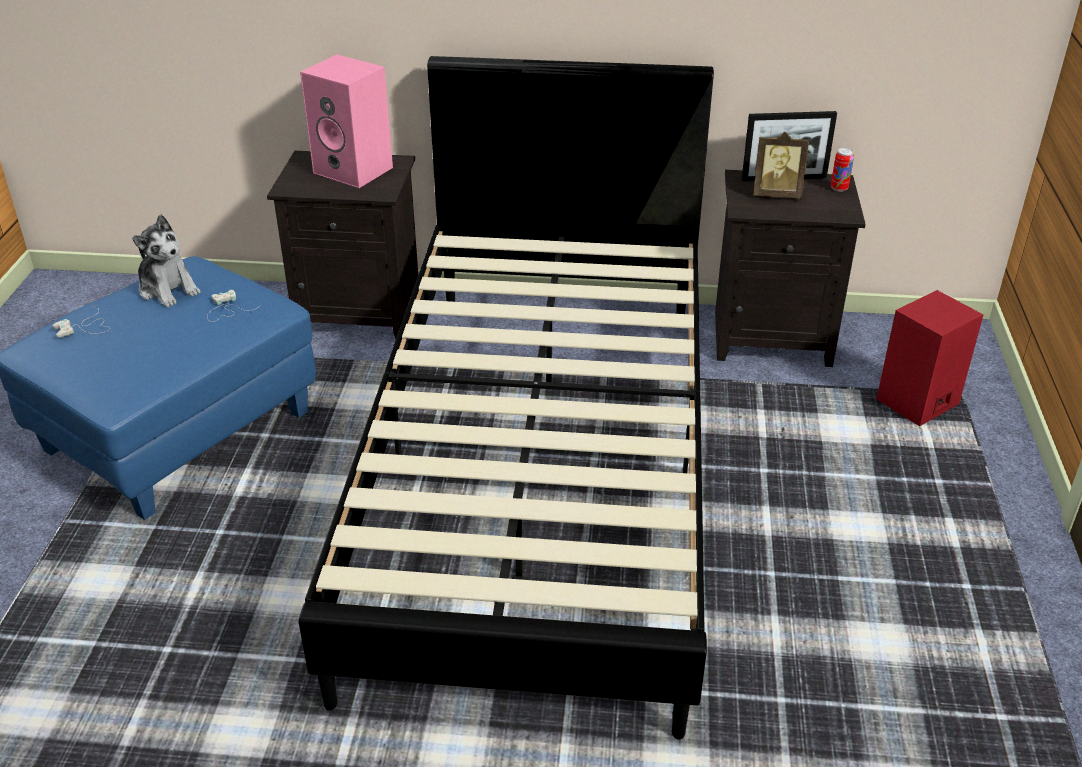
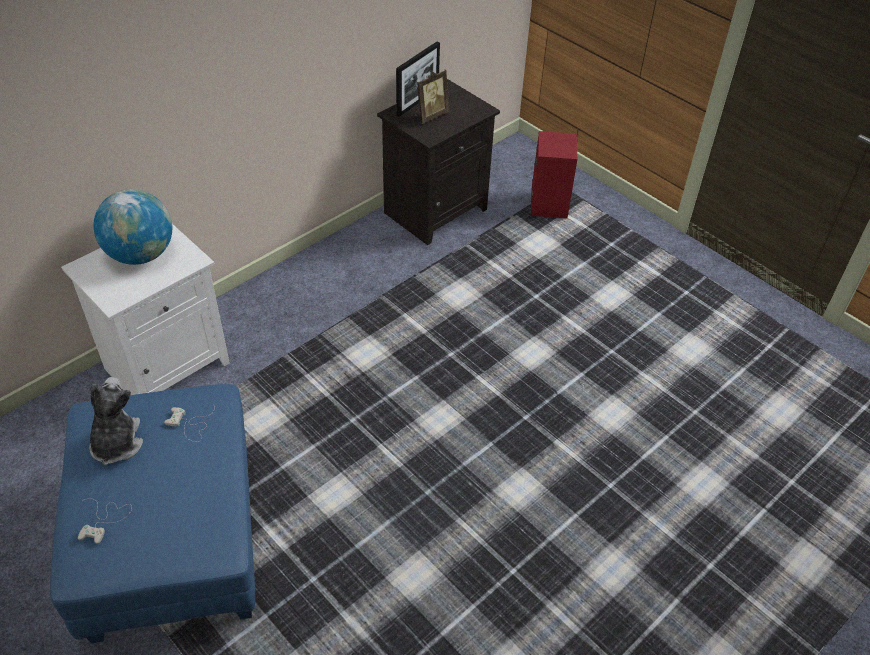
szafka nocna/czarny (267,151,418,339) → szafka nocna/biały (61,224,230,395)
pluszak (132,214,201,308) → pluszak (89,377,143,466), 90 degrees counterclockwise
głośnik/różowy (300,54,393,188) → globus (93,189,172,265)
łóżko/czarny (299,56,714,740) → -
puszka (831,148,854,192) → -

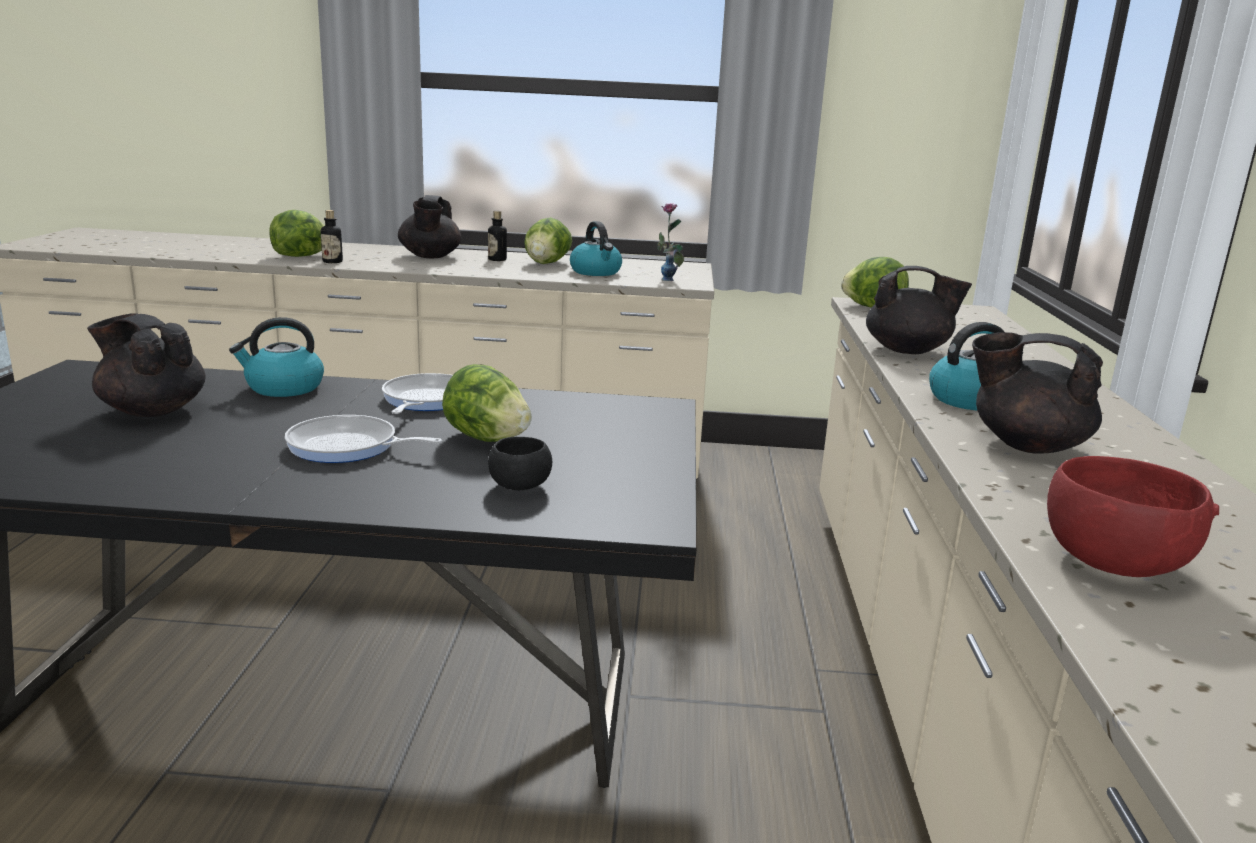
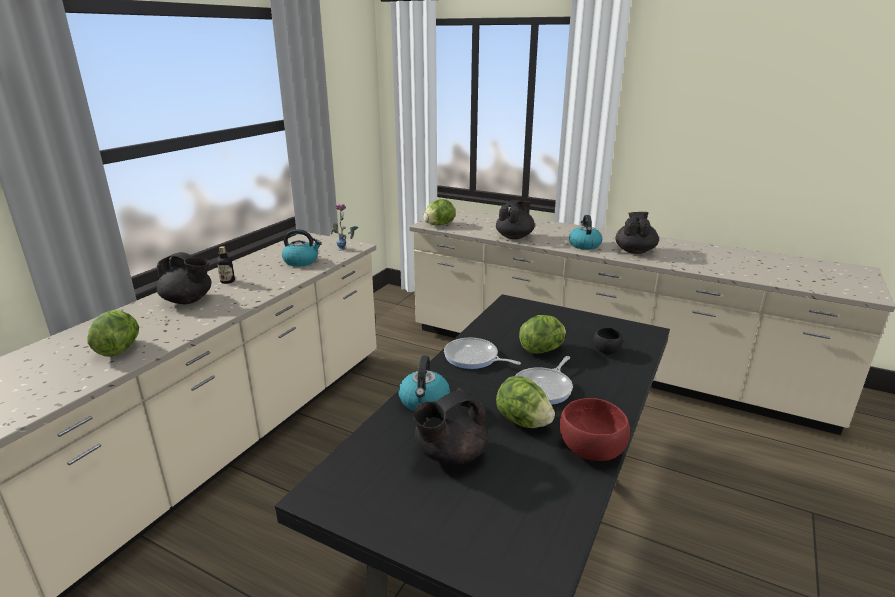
sałata (524,217,572,264) → sałata (496,376,555,428), move
miska/czerwony (1047,456,1219,577) → miska/czerwony (560,398,630,461), move
imbryk/czarny (972,332,1103,454) → imbryk/czarny (615,212,659,254), 150 degrees clockwise
butelka (321,210,343,263) → -

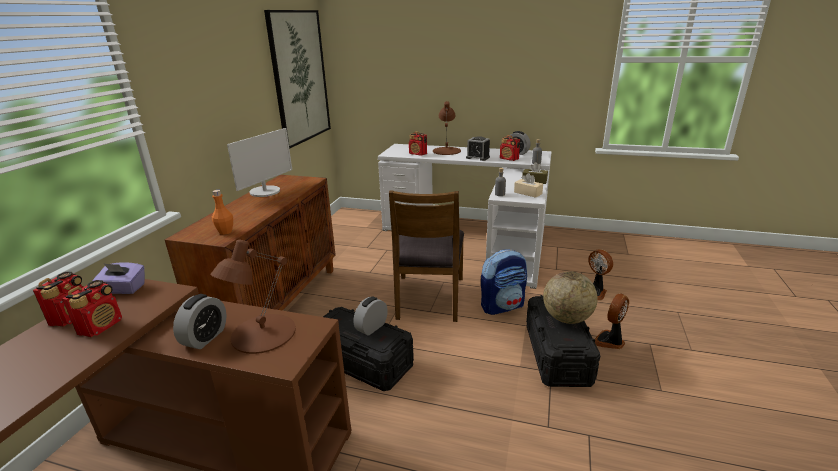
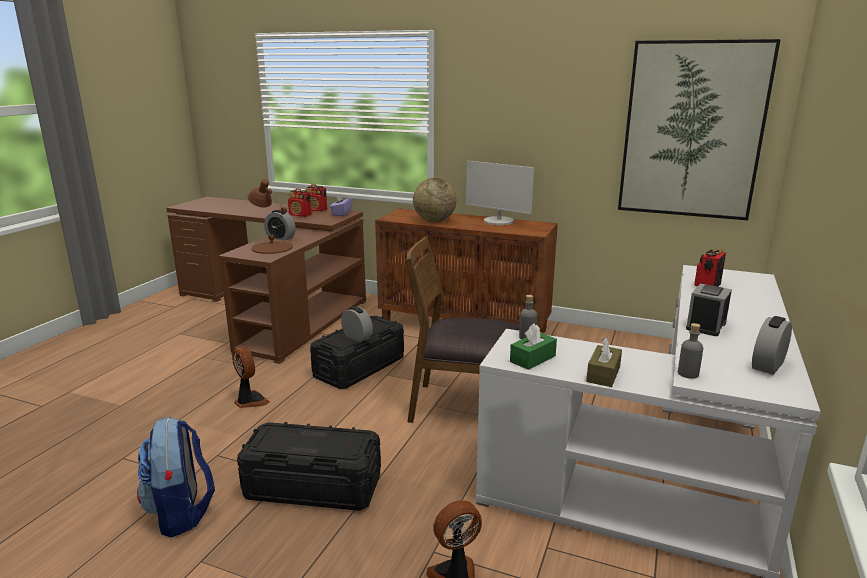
plecak (481,249,527,315) → plecak (137,417,215,538), move
wentylator (595,293,629,349) → wentylator (232,346,270,408), move
globus (543,271,598,324) → globus (413,178,457,222), move
pudełko chusteczek/beżowy (514,173,543,198) → pudełko chusteczek/zielony (510,323,557,370)
butelka/pomarańczowy (212,190,233,235) → -
lampa stołowa/brązowy (433,101,461,155) → -
radio (500,135,520,161) → -

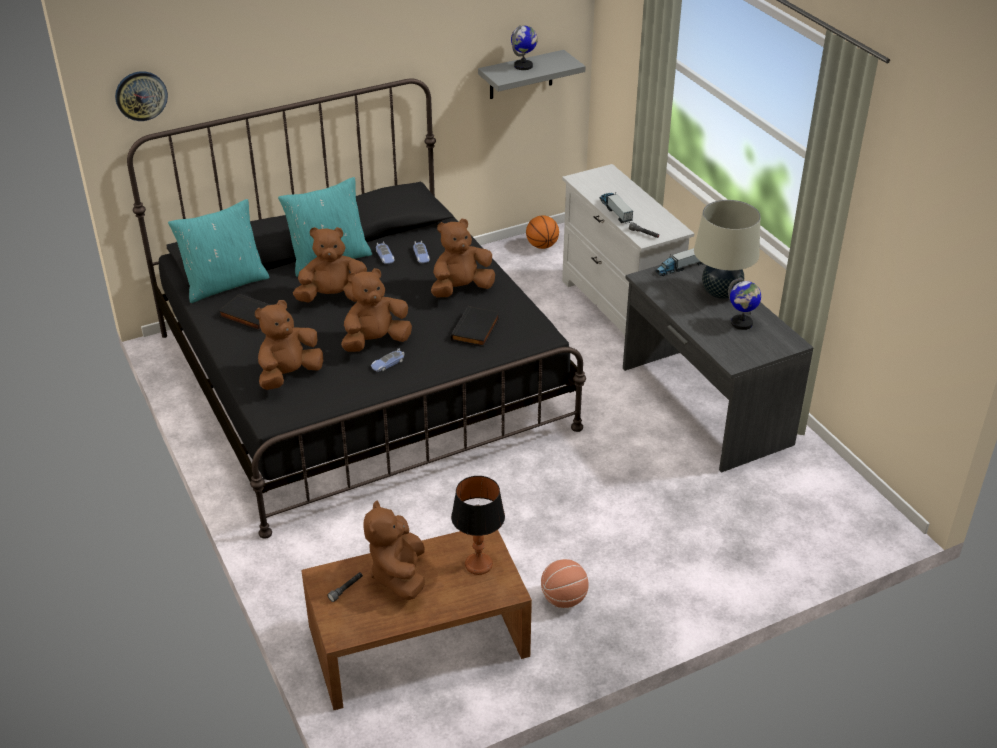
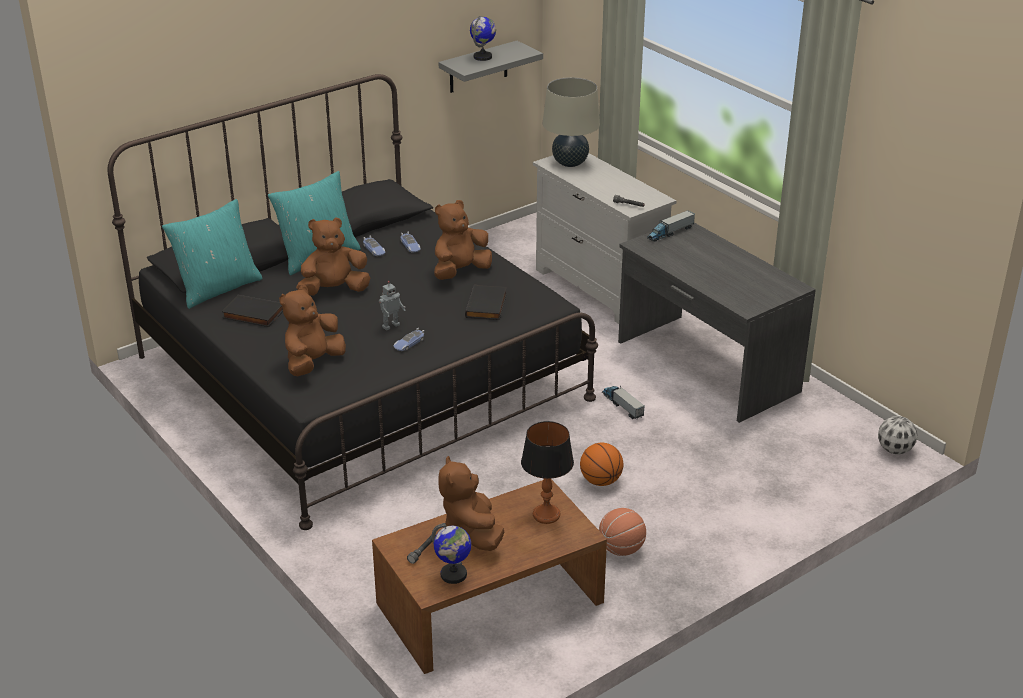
pluszak/brązowy (341,268,412,352) → robot zabawkowy (379,281,406,331)
globus (728,277,761,330) → globus (432,523,471,584), move
lampa stołowa/beżowy (694,200,761,299) → lampa stołowa/beżowy (543,77,600,167), move
piłka do koszykówki (526,215,559,249) → piłka do koszykówki (580,443,623,486), move
ciężarówka zabawkowa (600,192,633,223) → ciężarówka zabawkowa (602,386,644,419), move
- → piłka futbolowa (878,416,917,454)
zegar ścienny (115,71,168,121) → -

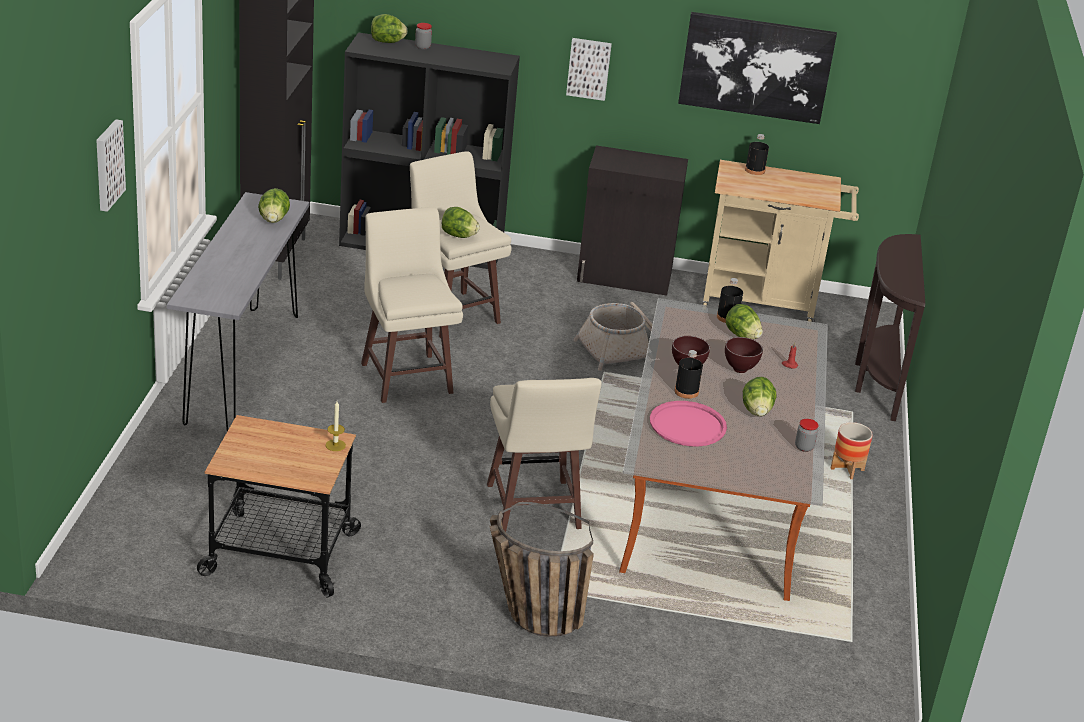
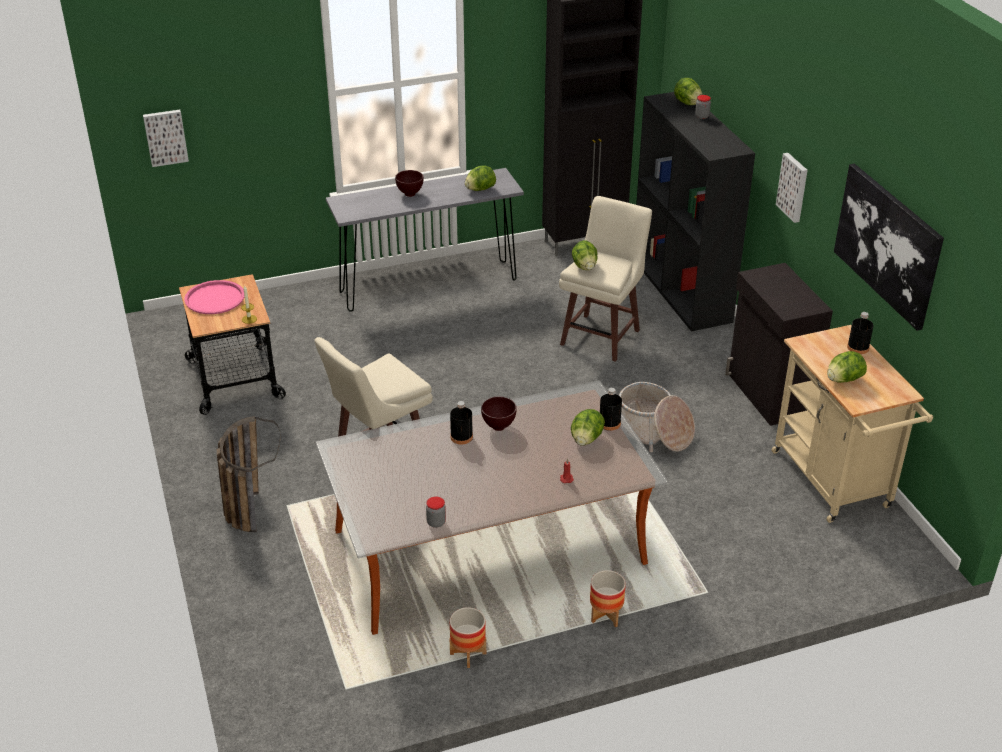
obraz (96,119,126,212) → obraz (143,110,189,167), move
taca/różowy (650,401,727,446) → taca/różowy (184,280,245,314), move
miska/brązowy (725,337,763,373) → miska/brązowy (395,170,423,197), move
- → donica (449,607,486,668)
sałata (743,377,777,417) → sałata (827,351,867,383), move
stołek/beżowy (361,207,463,403) → -
stolik konsolowy/brązowy (855,234,925,421) → -

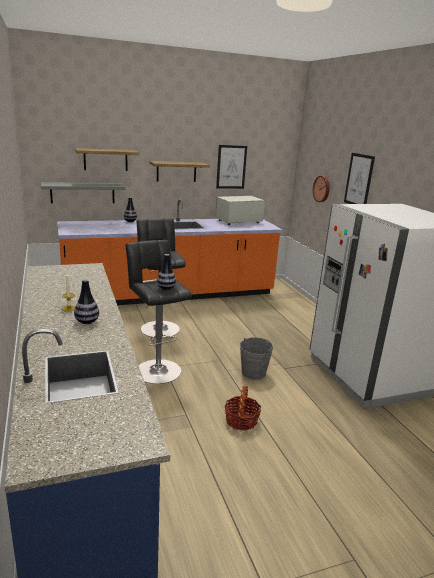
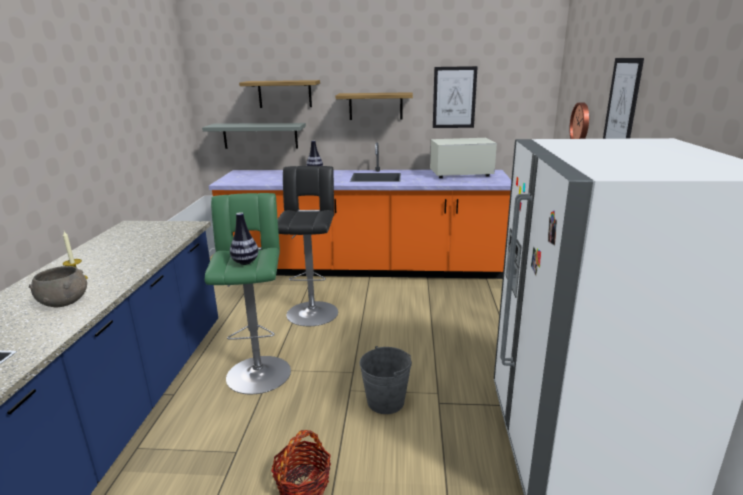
wazon (74,279,99,324) → miska/szary (29,266,87,307)
stołek/czarny (125,240,192,384) → stołek/zielony (205,193,291,394)

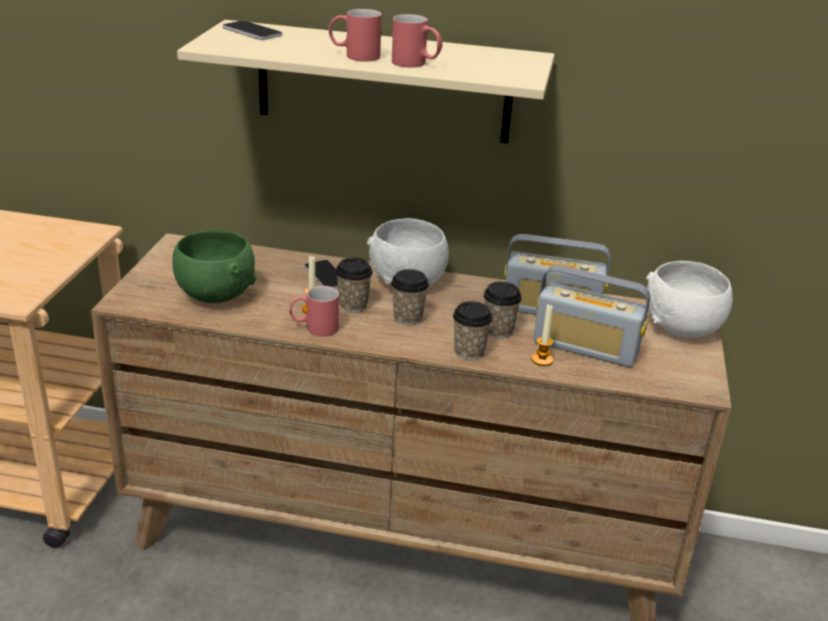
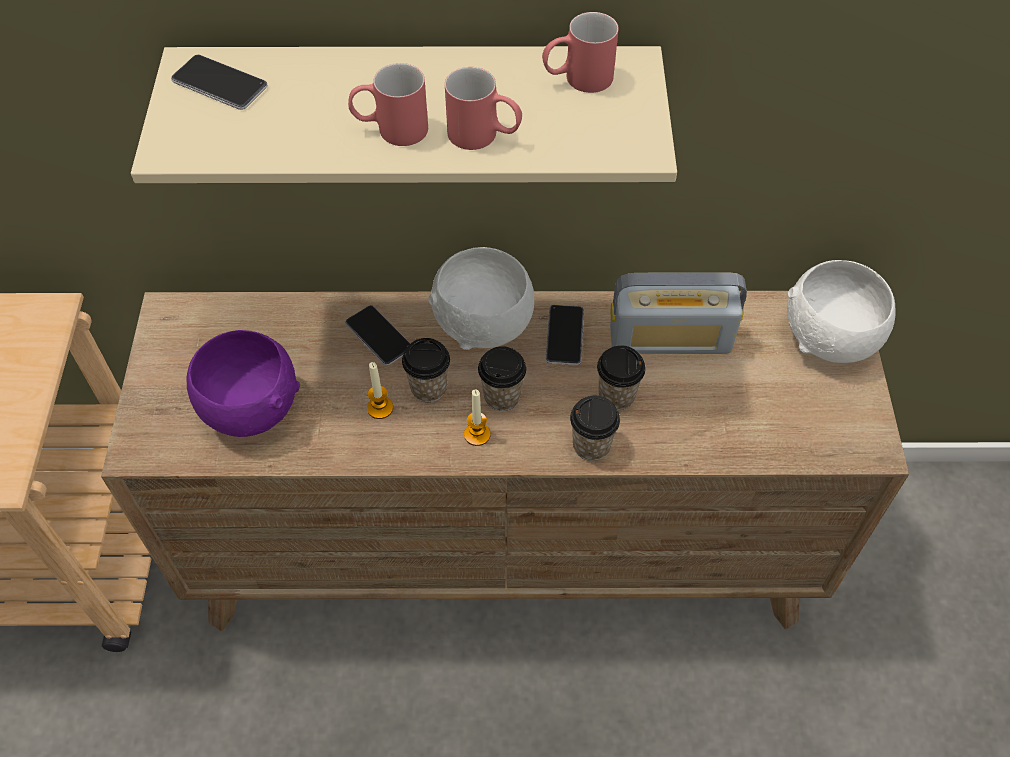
miska/zielony (172,230,256,303) → miska/fioletowy (186,330,300,437)
świeca (531,305,553,366) → świeca (464,390,490,446), move
kubek/czerwony (289,286,339,337) → kubek/czerwony (542,12,619,93), move
- → telefon (546,305,584,365)
radio (534,265,650,367) → -

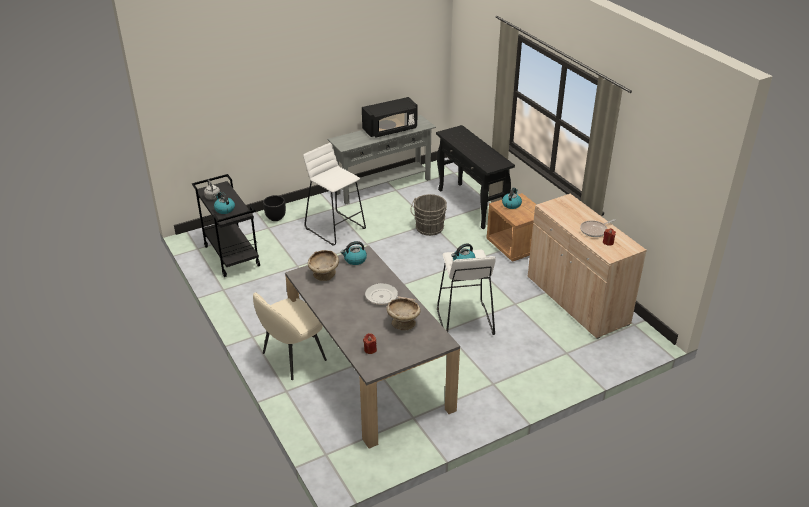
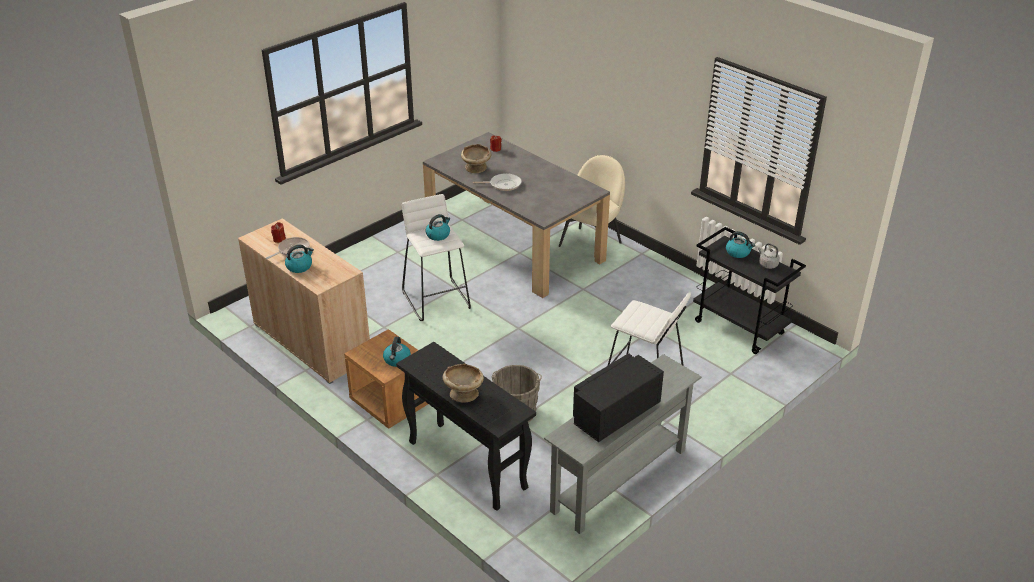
czajnik (341,241,367,265) → czajnik (285,245,314,273), move
miska/beżowy (308,250,339,281) → miska/beżowy (442,363,484,403), move
donica/czarny (263,195,286,221) → -

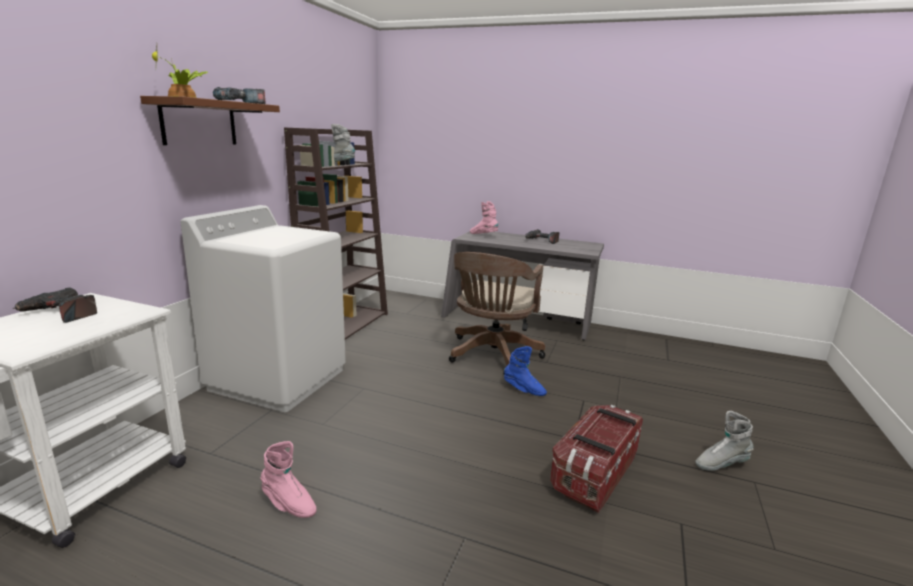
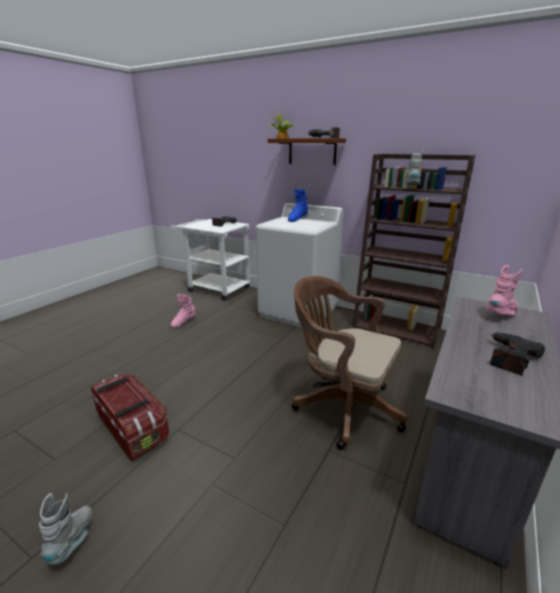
but z cholewką/niebieski (504,346,547,396) → but z cholewką/niebieski (288,188,308,222), move

